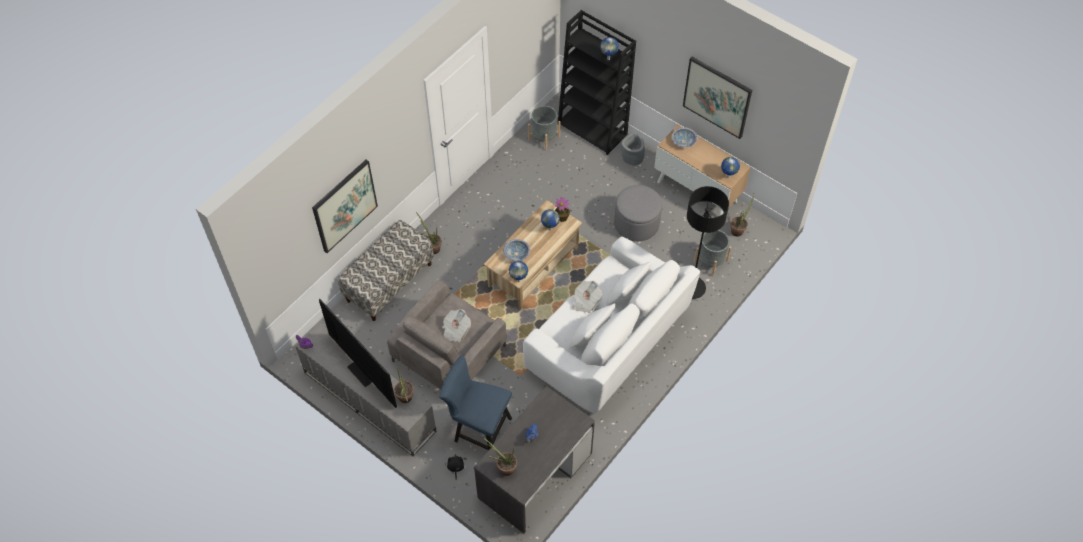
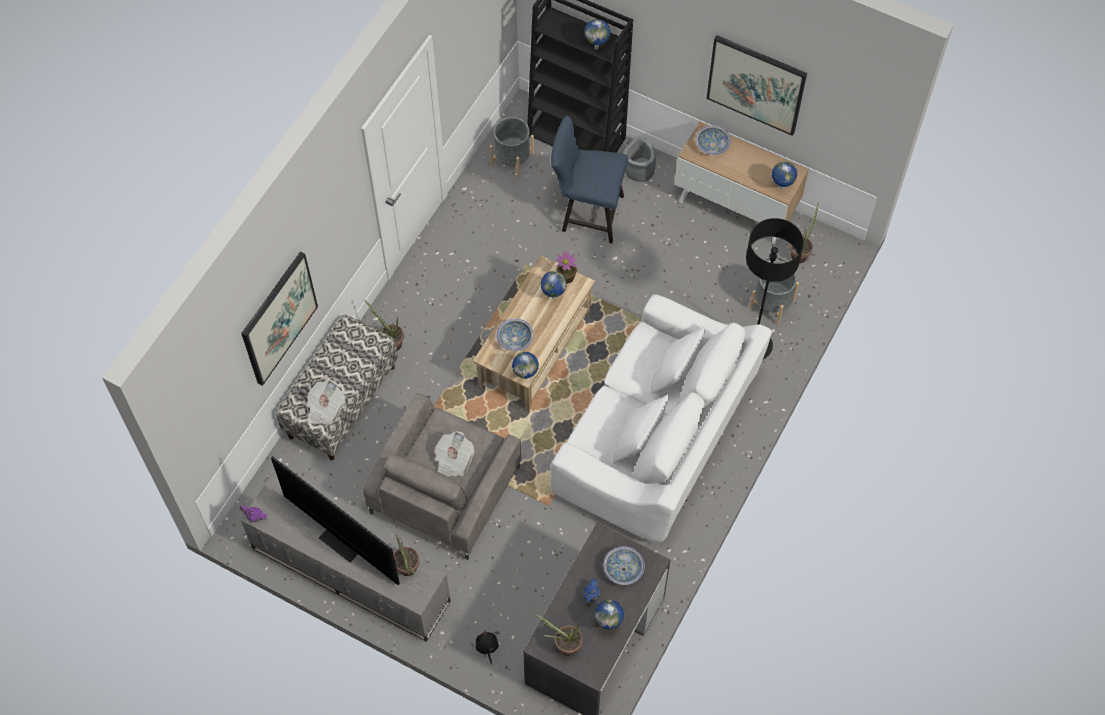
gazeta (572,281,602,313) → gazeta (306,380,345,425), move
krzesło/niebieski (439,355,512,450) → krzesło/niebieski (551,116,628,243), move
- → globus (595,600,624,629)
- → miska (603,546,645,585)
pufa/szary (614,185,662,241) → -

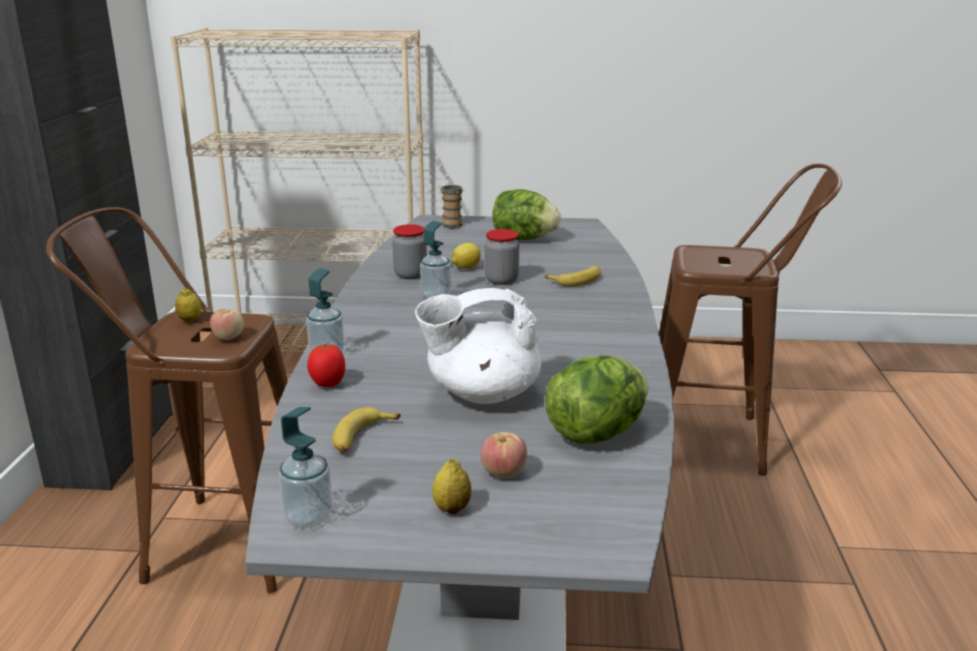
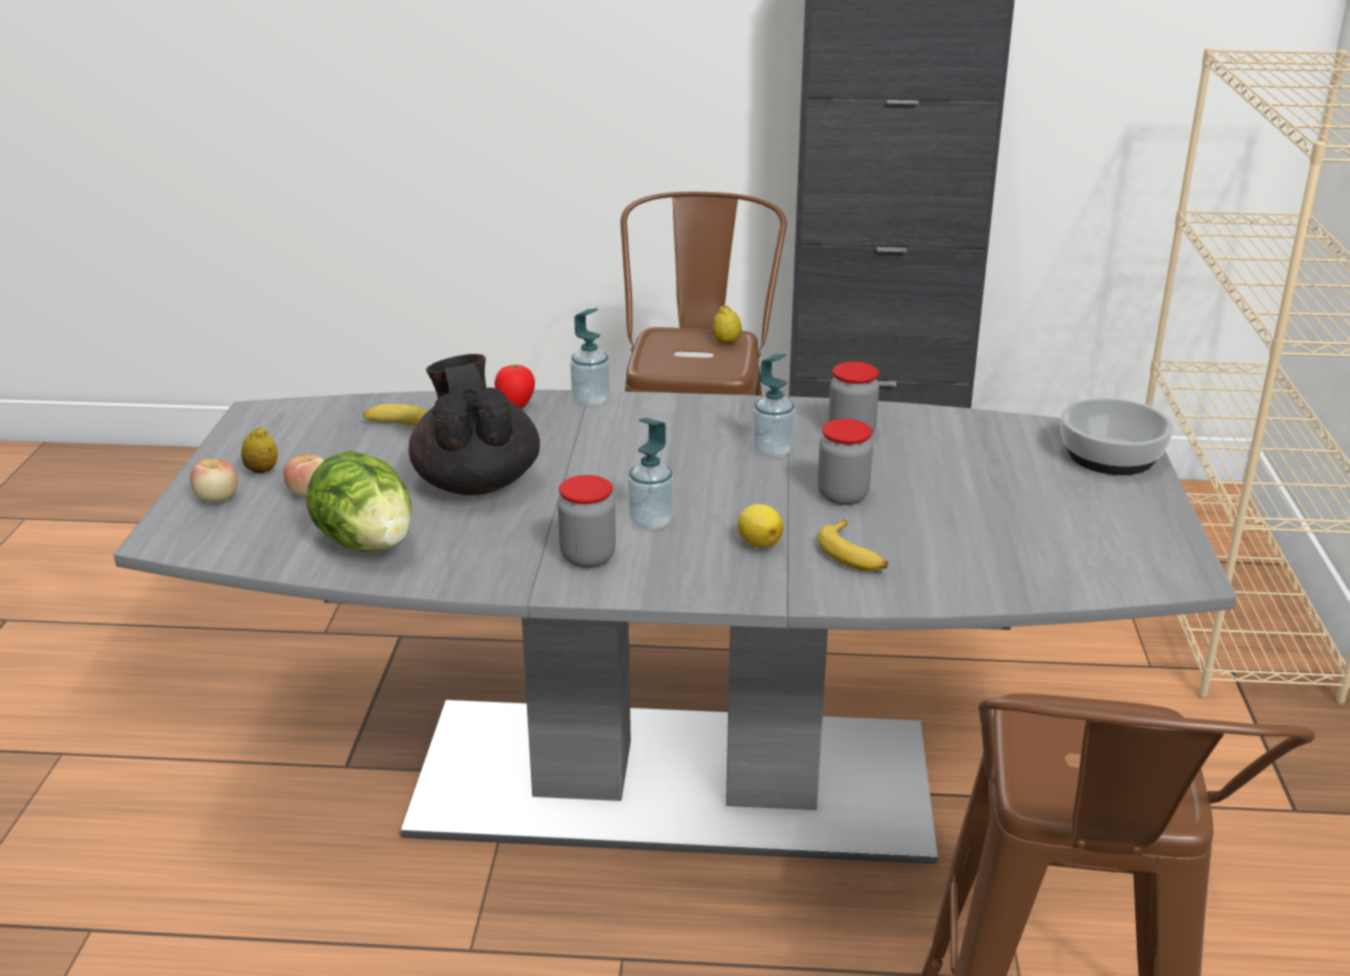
jabłko (210,309,244,340) → jabłko (190,459,238,502), move
imbryk/biały (415,288,542,404) → imbryk/czarny (409,354,540,495)
- → słoik (558,475,616,568)
dozownik mydła (279,407,332,528) → dozownik mydła (628,418,674,530), move
cytryna (452,243,481,269) → cytryna (738,504,784,548), move
kubek (439,185,464,229) → miska (1060,398,1174,475)
sałata (492,189,561,240) → -

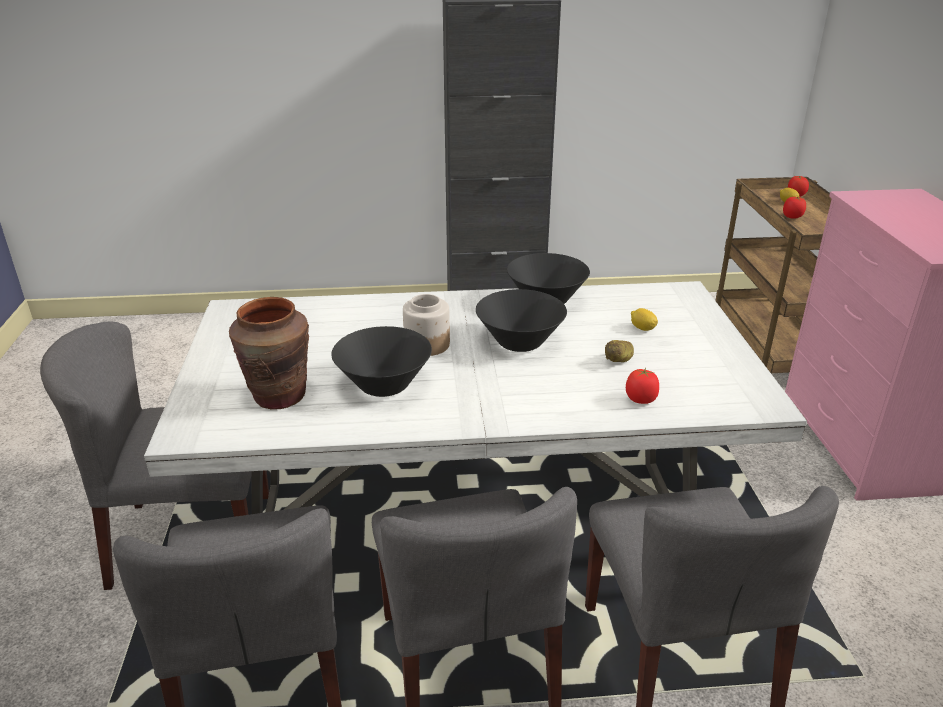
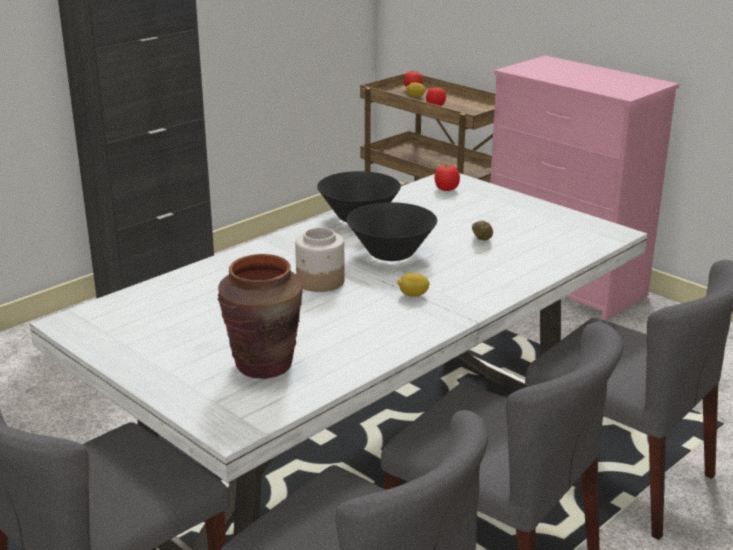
cytryna (631,308,658,331) → cytryna (397,273,430,297), move
pomidor (626,368,659,404) → pomidor (434,164,460,191), move
miska/czarny (331,326,432,397) → -

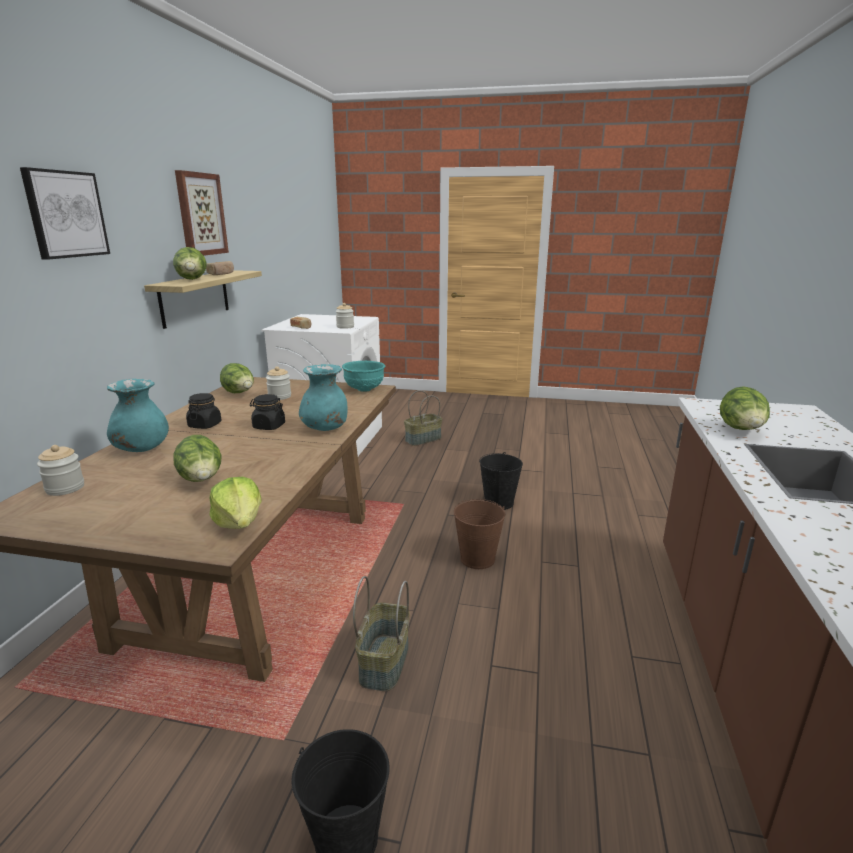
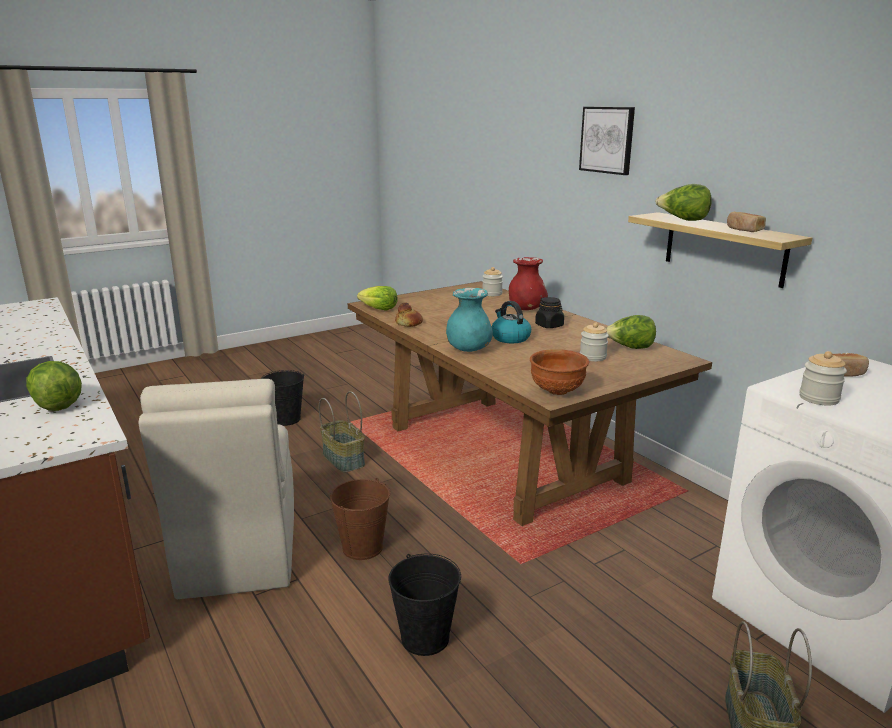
- → krzesło/beżowy (138,379,294,599)
- → chleb (395,303,423,327)
słoik/czarny (250,394,285,430) → czajnik (492,301,531,343)
wazon/turkusowy (107,379,169,452) → wazon/czerwony (509,257,548,310)
miska/turkusowy (342,361,385,392) → miska/brązowy (530,349,589,395)
sałata (174,435,222,482) → -
obraz (175,170,229,256) → -

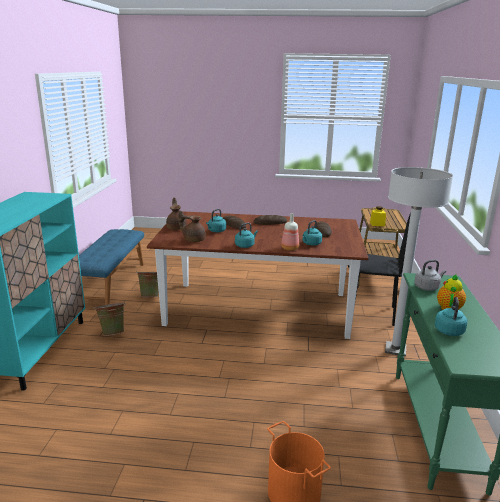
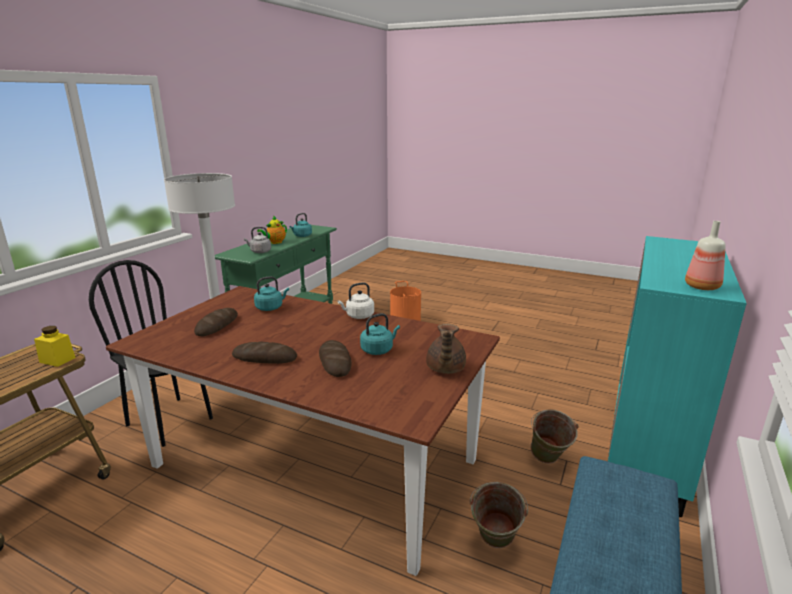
czajnik/turkusowy (235,223,258,248) → czajnik/biały (338,282,374,319)
butelka (281,213,299,251) → butelka (685,221,726,290), move
imbryk/brązowy (179,210,206,242) → -

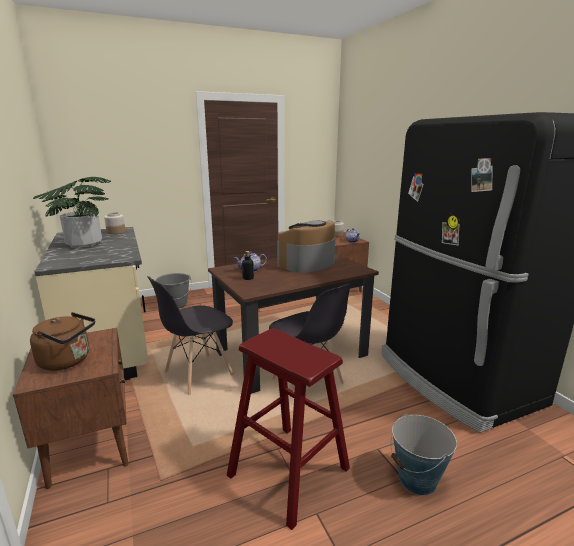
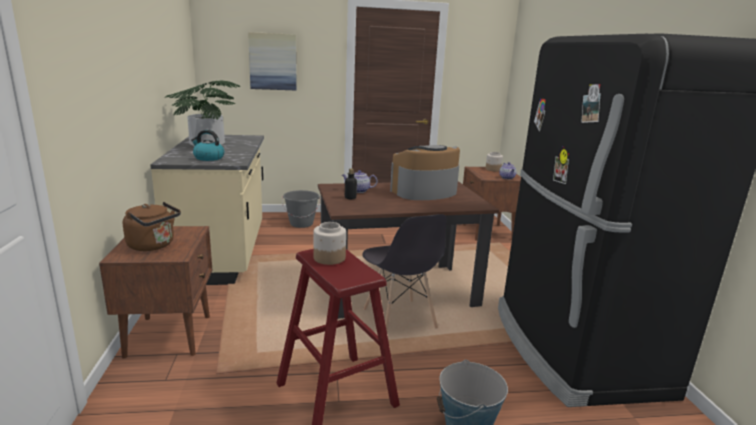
- → czajnik (191,130,224,161)
- → obraz (248,32,297,90)
słoik (104,212,125,234) → słoik (313,222,346,265), move
krzesło/szary (147,276,234,395) → -

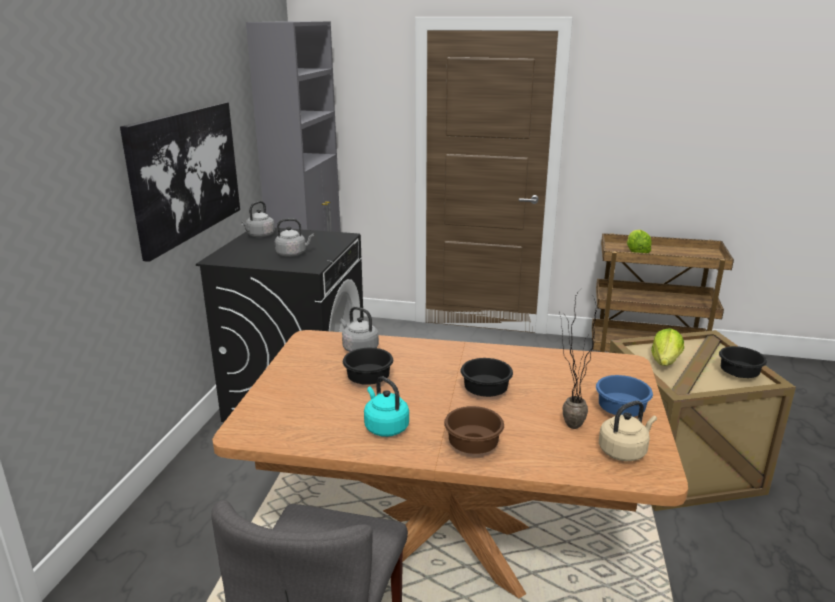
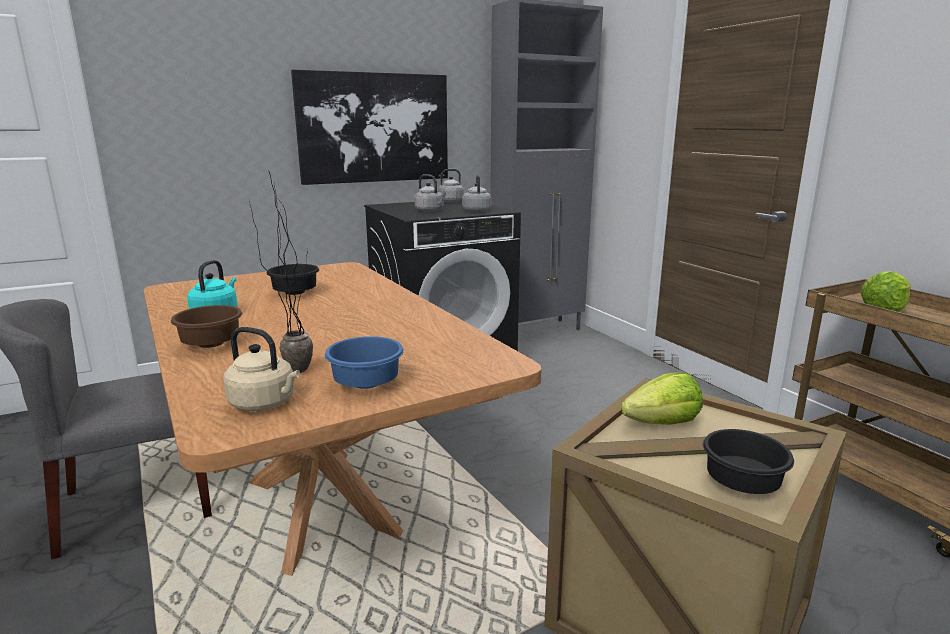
czajnik/szary (340,307,379,352) → czajnik/szary (462,175,491,212), move
miska/czarny (461,358,513,397) → -

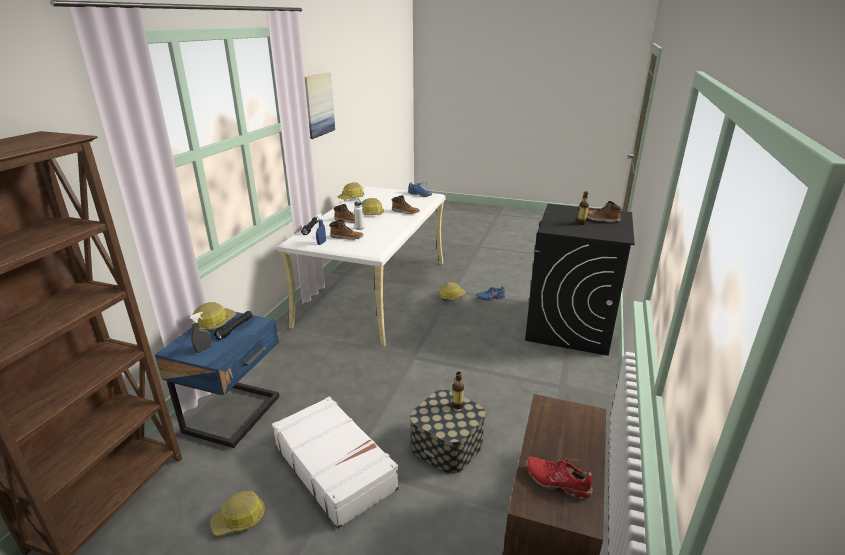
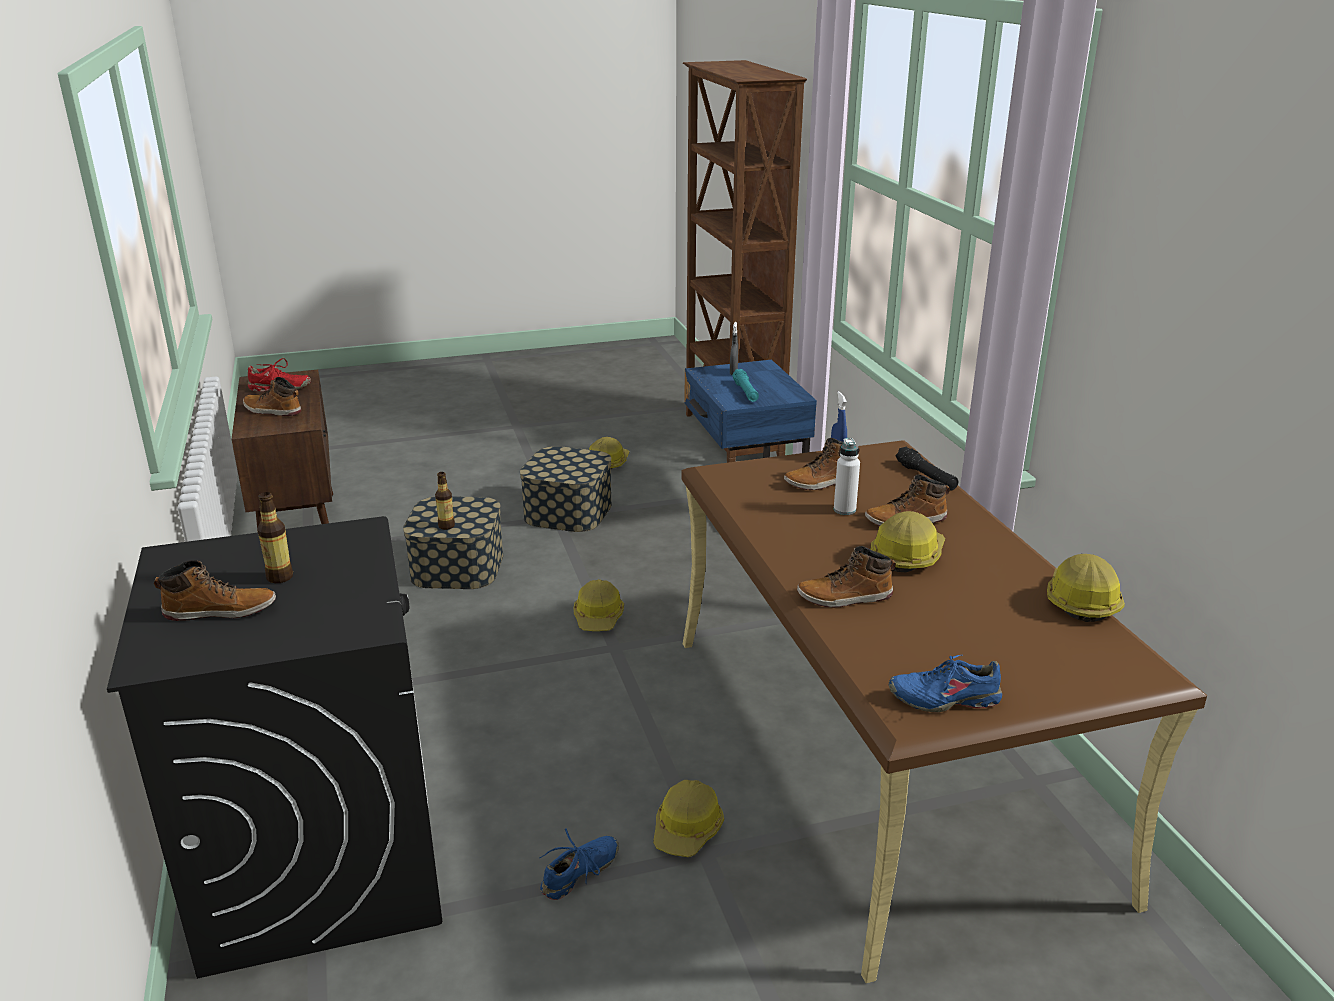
- → but z cholewką (243,377,301,416)
walizka/biały (272,396,399,529) → pojemnik do przechowywania (520,446,612,532)
kask (192,302,237,331) → kask (574,579,624,631), move
biurko/biały (277,186,446,347) → biurko/brązowy (682,440,1207,983)
latarka/czarny (214,311,253,340) → latarka/turkusowy (732,369,759,402)
obraz (304,73,335,139) → -

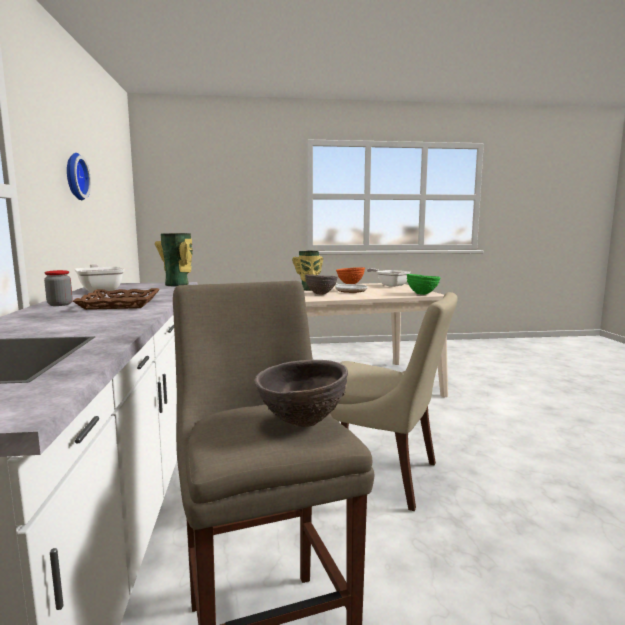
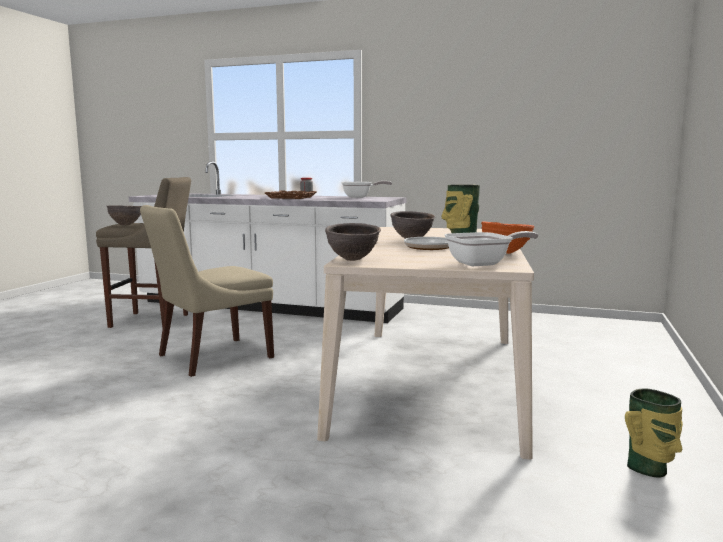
miska/zielony (407,274,441,295) → miska/brązowy (325,223,381,261)
wazon (155,233,193,286) → wazon (625,388,683,477), move
zegar ścienny (67,153,91,200) → -

